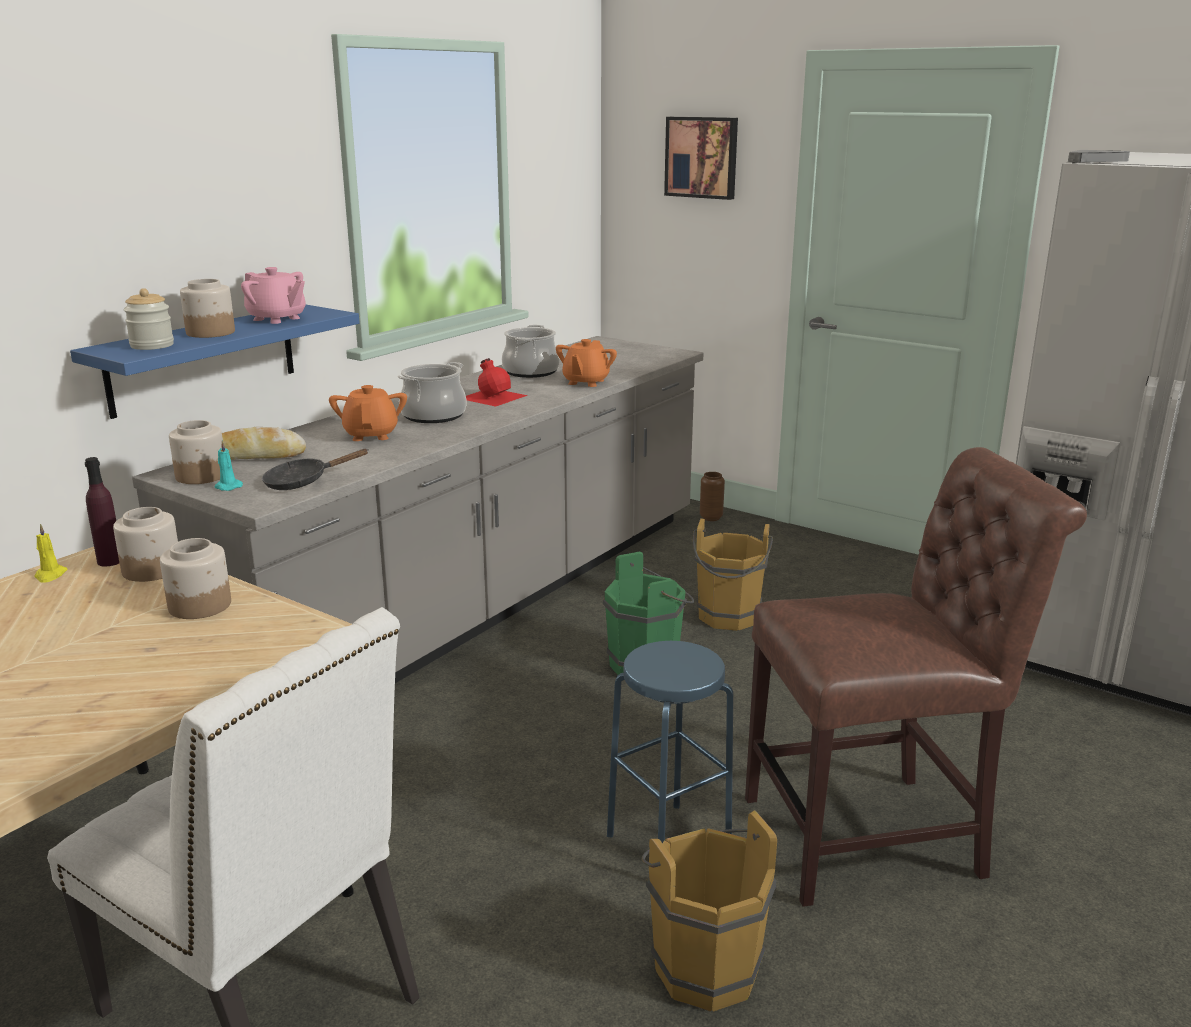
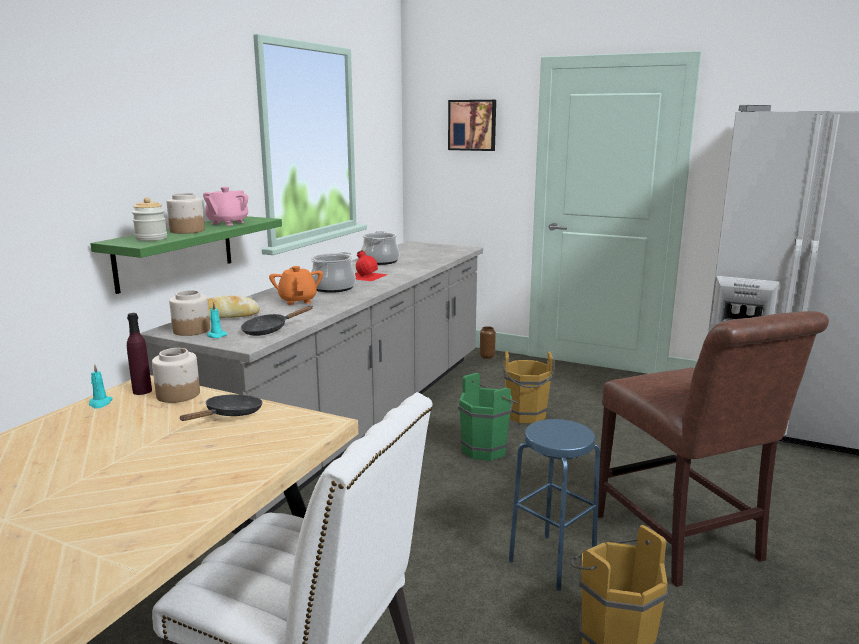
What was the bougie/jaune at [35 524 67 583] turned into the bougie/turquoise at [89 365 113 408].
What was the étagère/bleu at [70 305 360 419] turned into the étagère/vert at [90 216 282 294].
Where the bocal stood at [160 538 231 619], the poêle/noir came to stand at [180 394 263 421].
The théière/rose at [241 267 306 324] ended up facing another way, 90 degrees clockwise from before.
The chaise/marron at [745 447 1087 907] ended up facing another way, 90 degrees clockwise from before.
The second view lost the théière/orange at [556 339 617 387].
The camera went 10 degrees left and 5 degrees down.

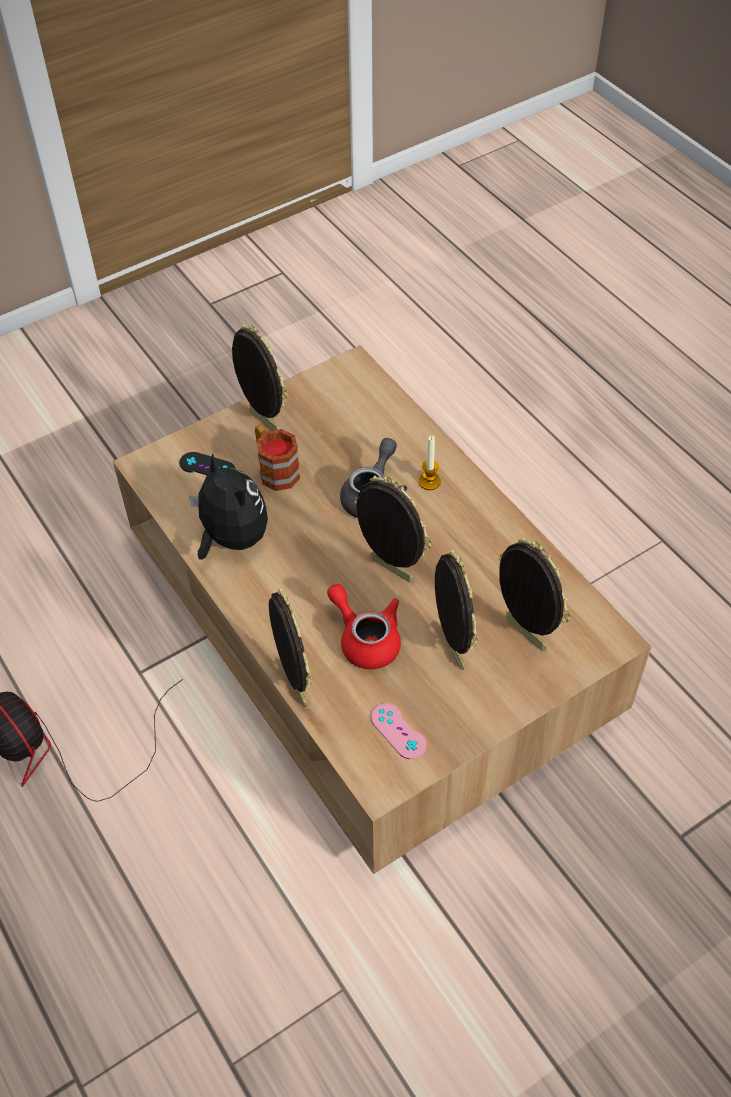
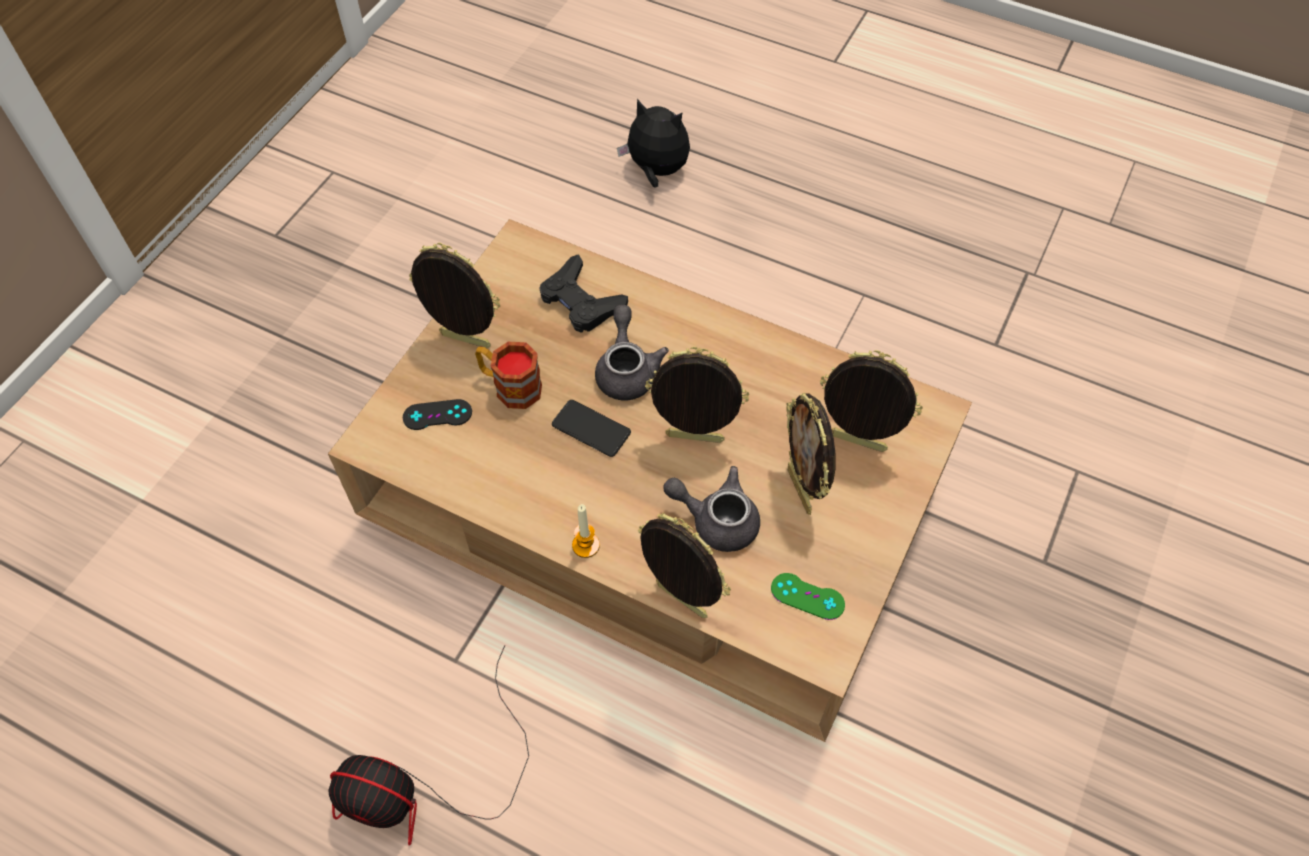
The second view gained the manette/noir at [539 254 628 333].
The second view gained the téléphone at [552 400 631 457].
The bougie ended up elsewhere, having gone from [418 436 441 490] to [572 504 600 558].
The peluche ended up elsewhere, having gone from [189 453 268 560] to [617 99 690 188].
What was the théière/rouge at [327 584 401 669] turned into the théière/gris at [663 466 760 552].
What was the manette/rose at [371 703 426 759] turned into the manette/vert at [771 573 845 620].
The cadre photo at [435 550 478 670] ended up facing another way, 150 degrees counterclockwise from before.
The camera went 30 degrees left and 5 degrees up.

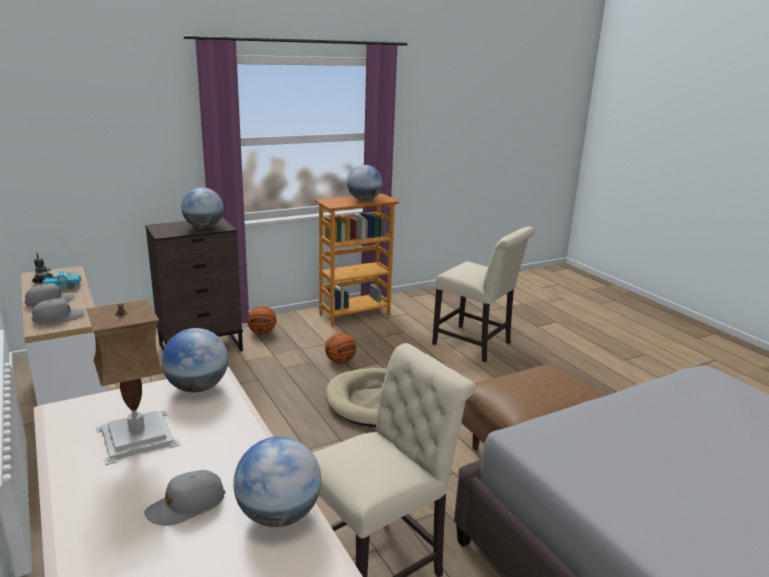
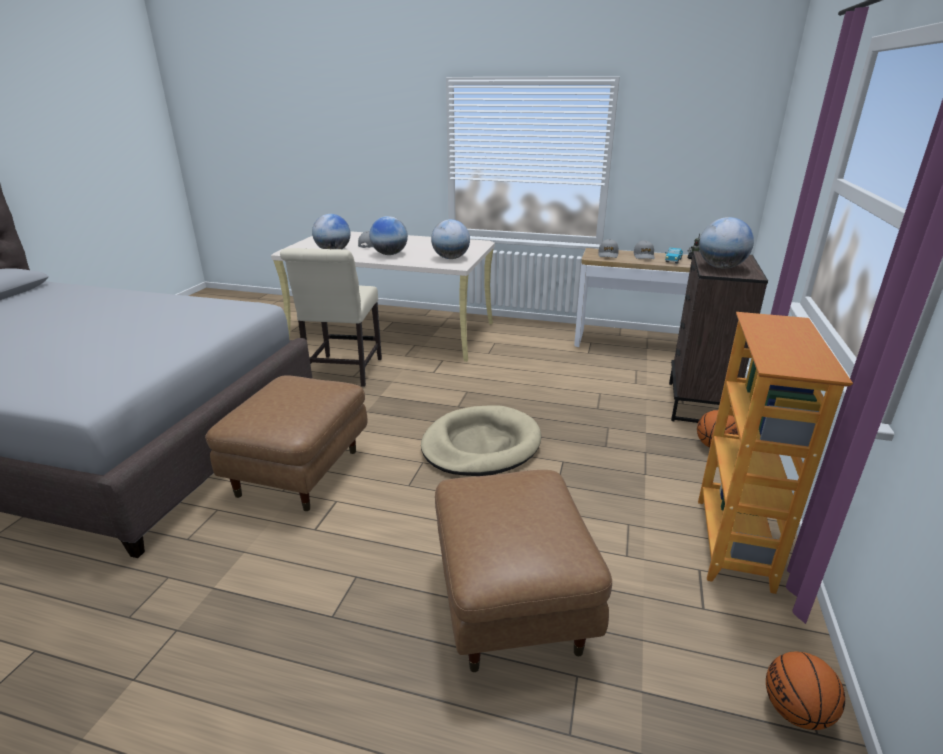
The globe ended up elsewhere, having gone from [347 165 383 201] to [369 216 408 255].
Where the chaise/beige stood at [432 227 535 362], the pouf/marron came to stand at [435 470 612 672].
The ballon de basket ended up elsewhere, having gone from [325 333 356 364] to [766 652 845 730].
The second view lost the lampe de table at [86 299 180 465].
The camera went 135 degrees right and 5 degrees up.

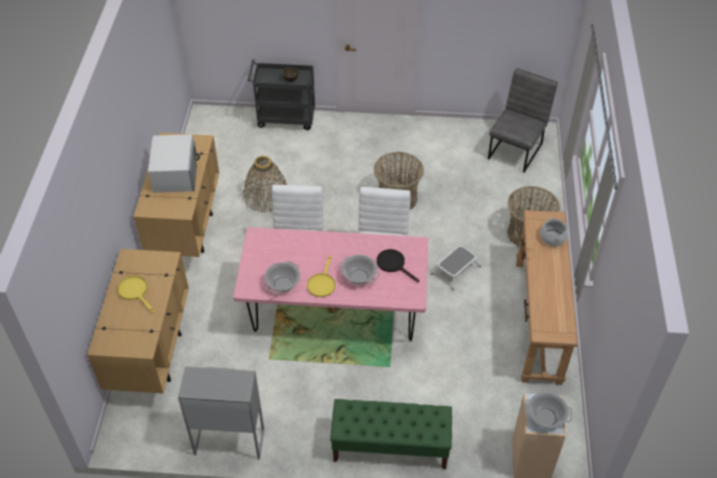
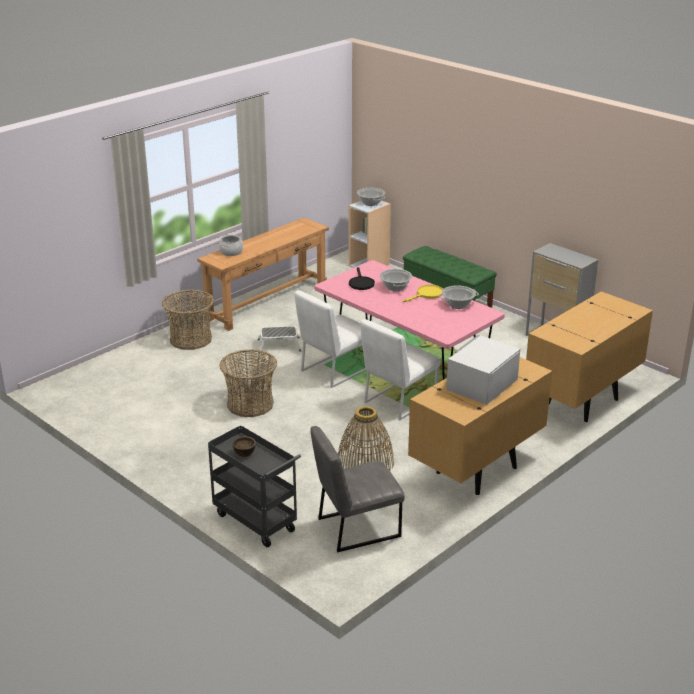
The chaise/gris ended up elsewhere, having gone from [488 68 558 173] to [310 426 405 552].
The second view lost the poêle/jaune at [118 276 154 313].
The camera went 140 degrees left and 20 degrees down.

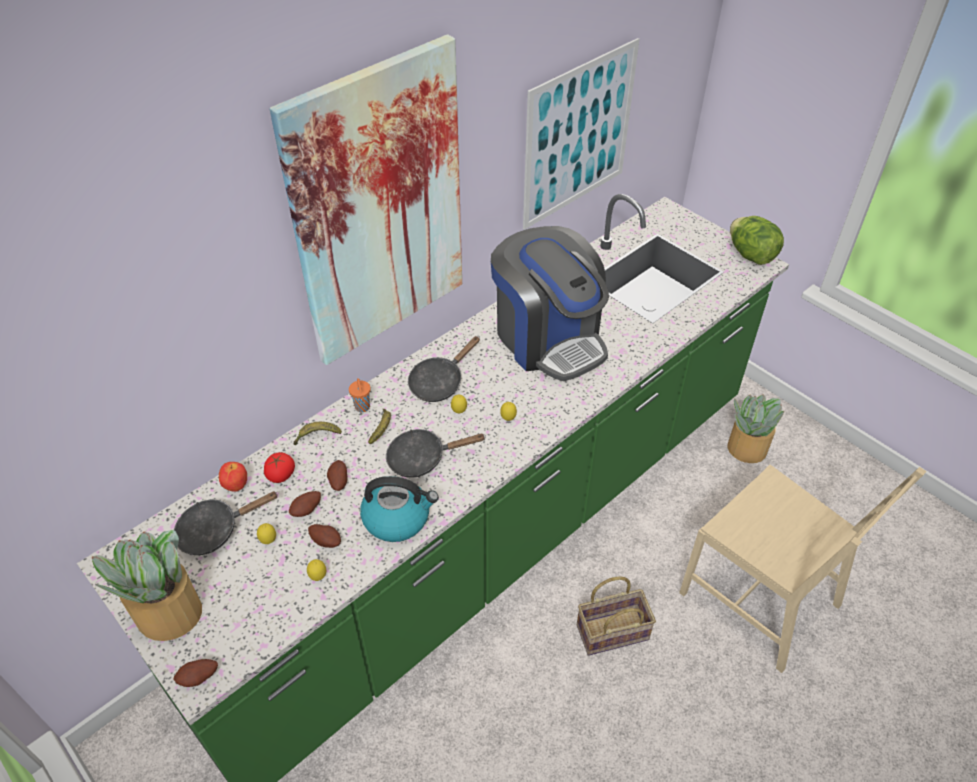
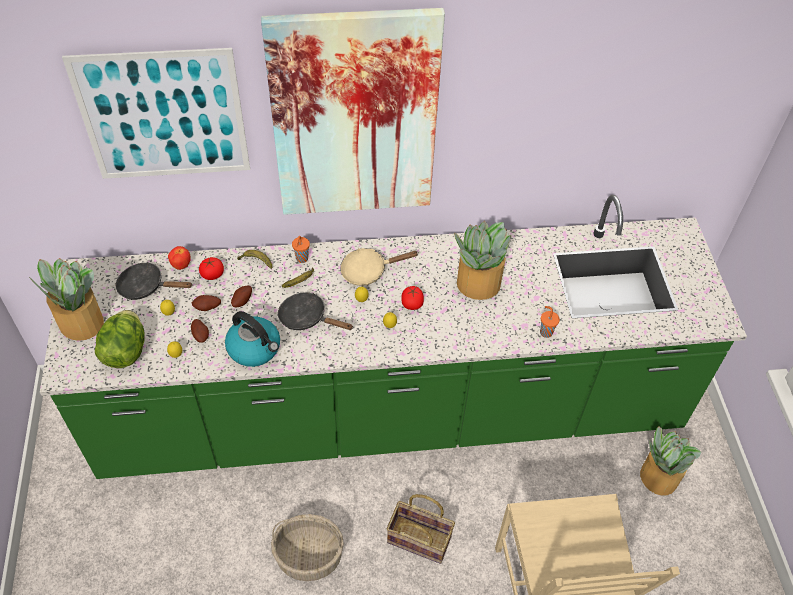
The tableau ended up elsewhere, having gone from [523 38 640 230] to [62 48 250 179].
The laitue ended up elsewhere, having gone from [730 216 784 265] to [95 310 145 368].
The second view gained the panier at [271 514 344 581].
What was the poêle/noir at [408 336 480 402] turned into the poêle/beige at [340 248 419 286].
The second view gained the tomate at [401 286 424 310].
Where the machine à café stood at [491 226 609 381], the plante en pot came to stand at [454 221 511 300].
The second view gained the tasse/orange at [540 306 560 338].
The second view lost the pomme de terre at [174 659 218 687].
The camera went 35 degrees right and 5 degrees up.

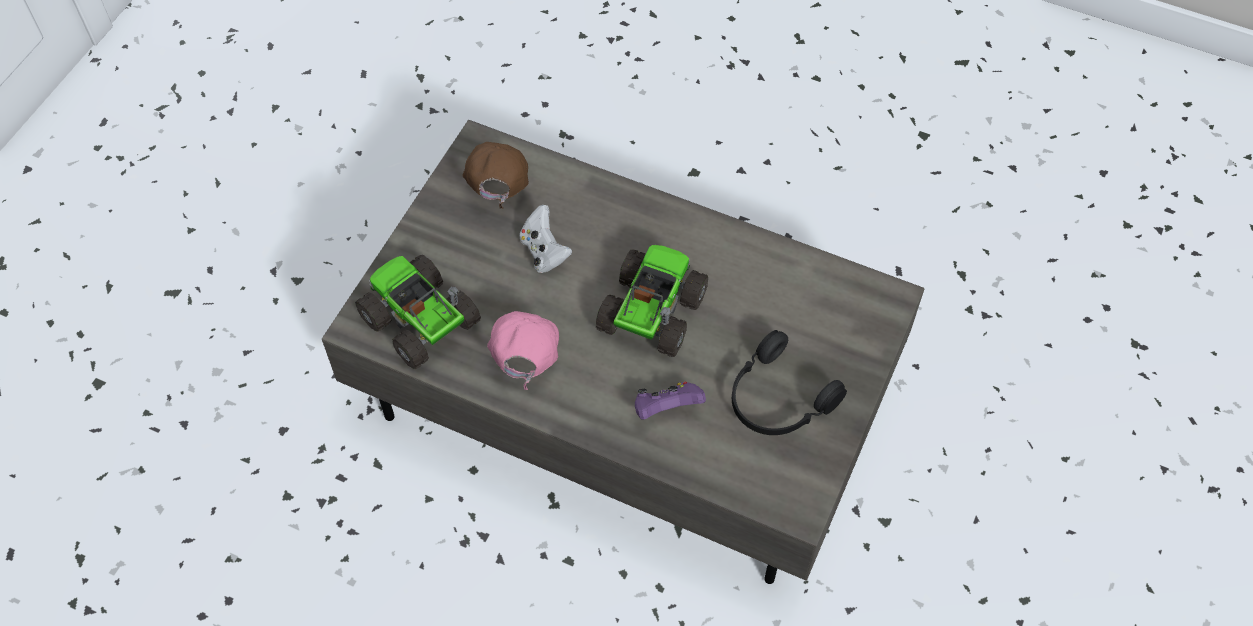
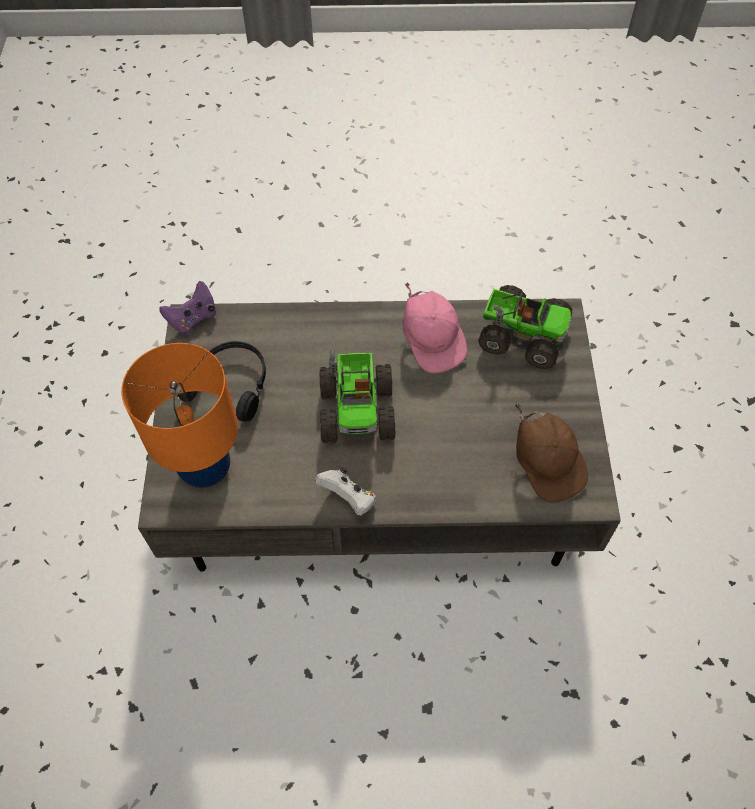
The second view gained the lampe de table/orange at [121 343 238 488].
The manette/violet ended up elsewhere, having gone from [635 382 706 420] to [159 281 216 334].
The manette/blanc ended up elsewhere, having gone from [519 205 572 273] to [315 467 376 516].
The camera went 155 degrees right and 0 degrees up.

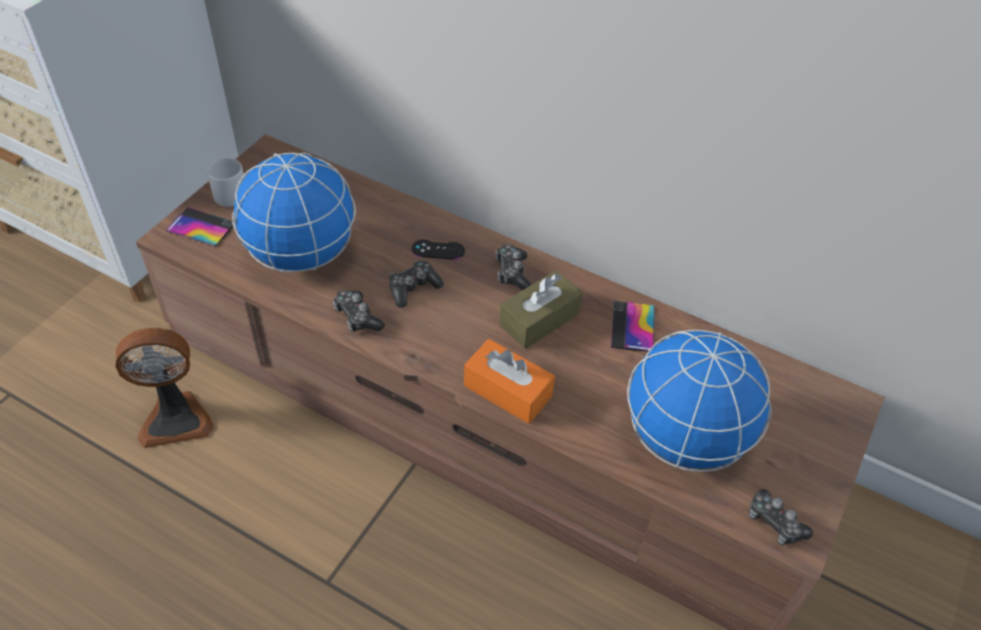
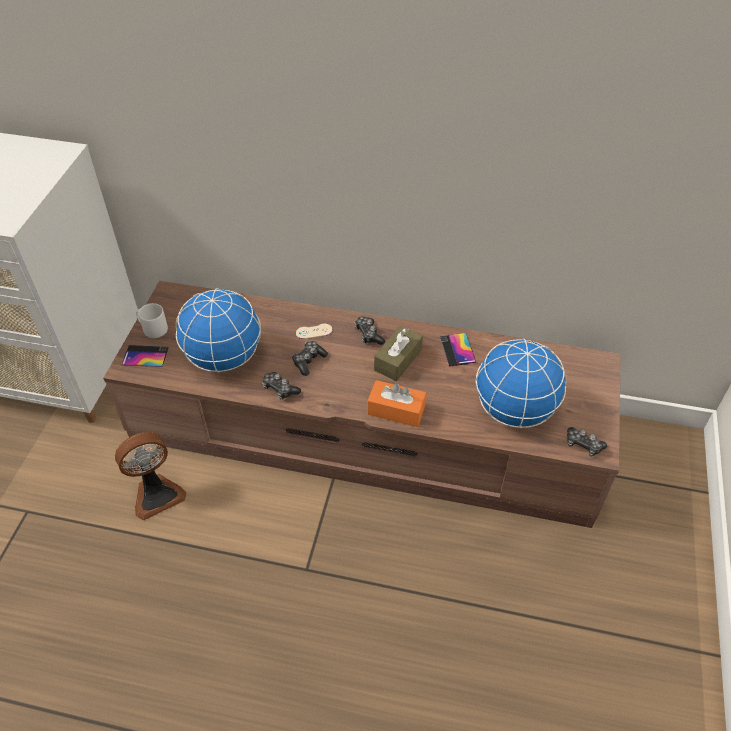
What was the manette/noir at [412 240 465 260] turned into the manette/beige at [296 324 332 339].
The camera went 15 degrees left and 0 degrees up.

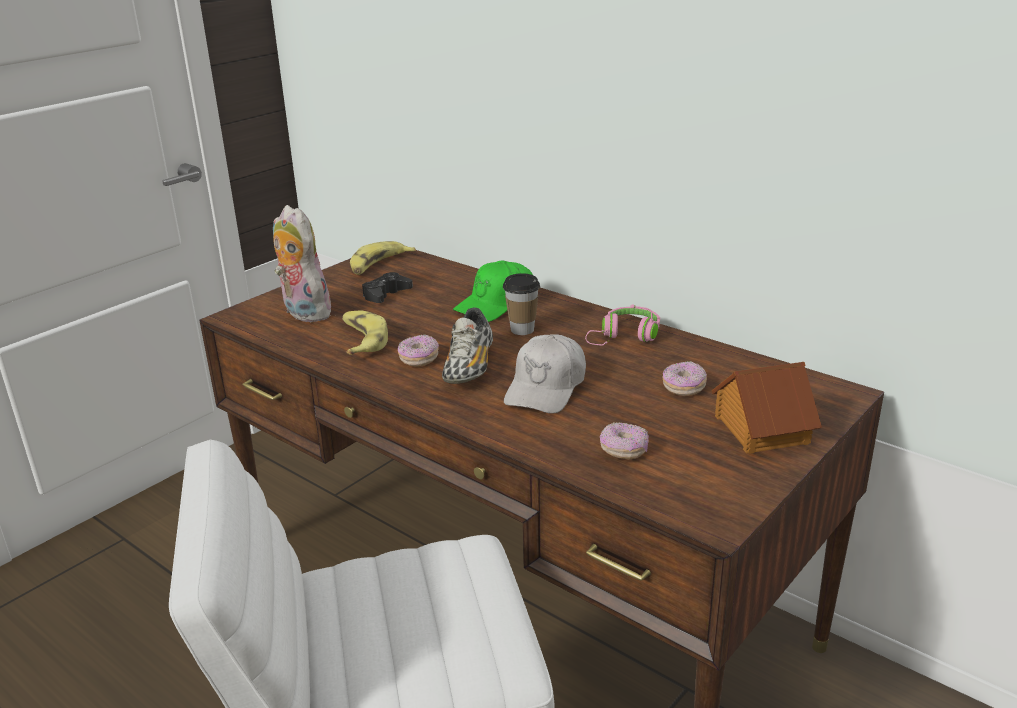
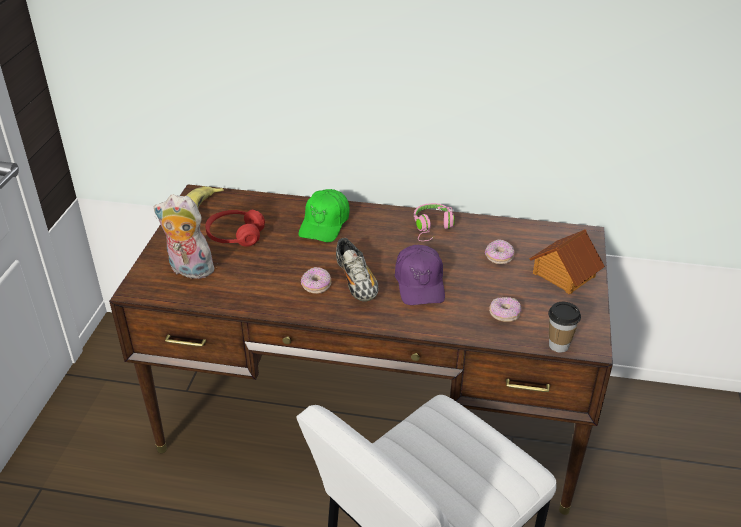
Where the manette/noir stood at [362 272 413 303], the casque audio/rouge came to stand at [205 210 265 247].
What was the casquette/blanc at [504 334 586 414] turned into the casquette/violet at [395 245 445 305].
The tasse ended up elsewhere, having gone from [503 273 540 335] to [548 302 581 353].
The second view lost the banane at [342 311 388 355].
The camera went 30 degrees left and 10 degrees up.

